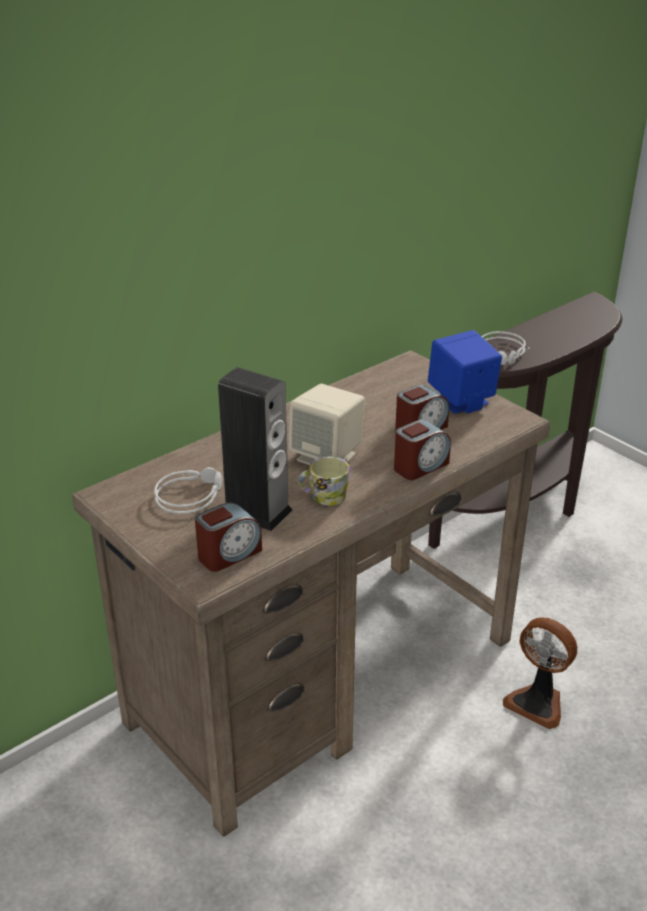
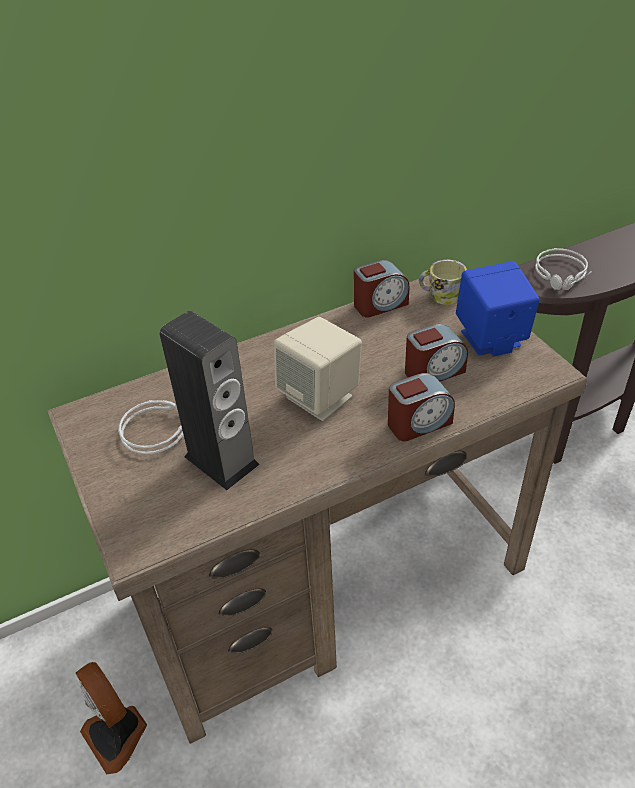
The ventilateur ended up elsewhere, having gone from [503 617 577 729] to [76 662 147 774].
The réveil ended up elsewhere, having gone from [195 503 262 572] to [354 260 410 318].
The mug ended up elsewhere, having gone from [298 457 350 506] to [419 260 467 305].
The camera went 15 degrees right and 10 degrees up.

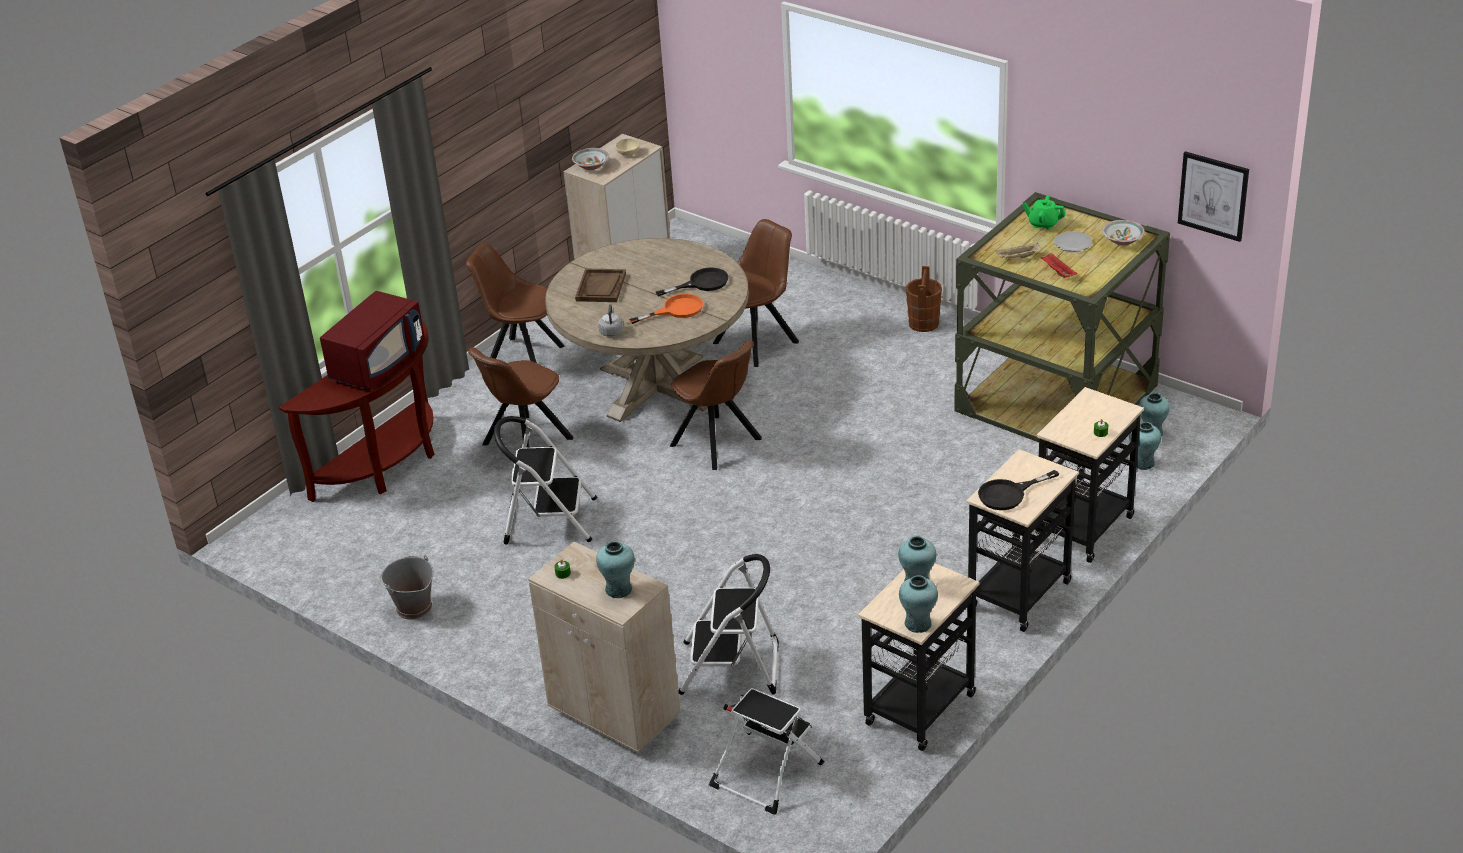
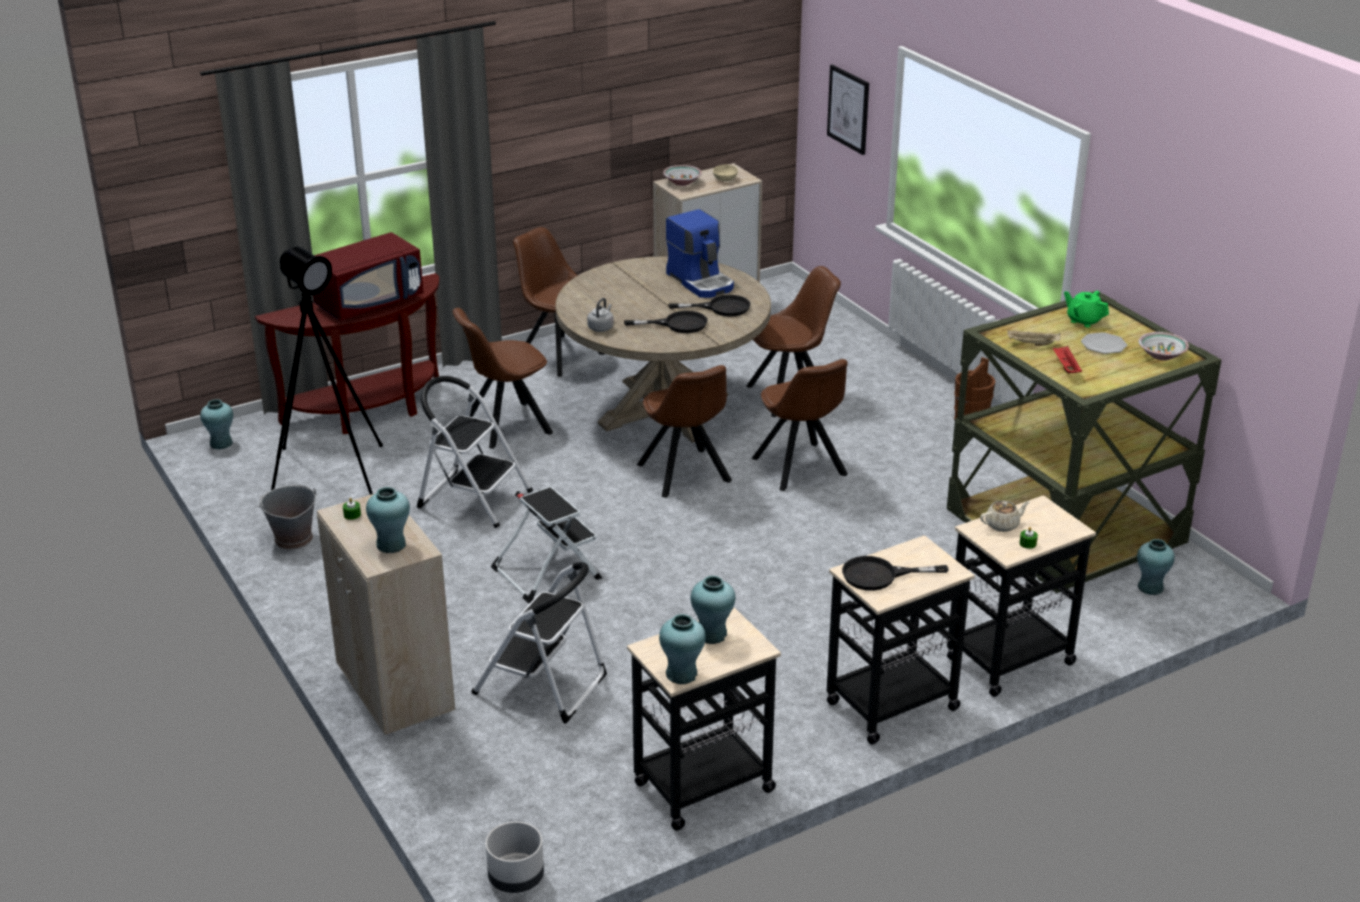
The vase/turquoise ended up elsewhere, having gone from [1129 422 1161 470] to [200 399 233 449].
The second view gained the lampadaire/noir at [271 247 383 495].
The second view gained the cache-pot/gris at [485 822 544 893].
The escabeau ended up elsewhere, having gone from [709 688 825 815] to [491 487 602 604].
What was the poêle/orange at [629 294 703 324] turned into the poêle/noir at [624 311 708 333].
The second view gained the machine à café at [666 209 734 298].
The second view gained the chaise/marron at [751 359 848 491].
The tableau ended up elsewhere, having gone from [1178 151 1249 242] to [827 64 869 155].
The second view gained the théière/beige at [980 500 1030 532].
The second view lost the plateau/marron at [575 268 626 302].
The camera went 20 degrees right and 5 degrees down.

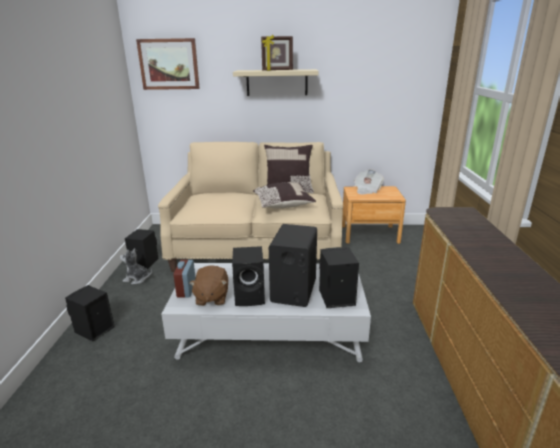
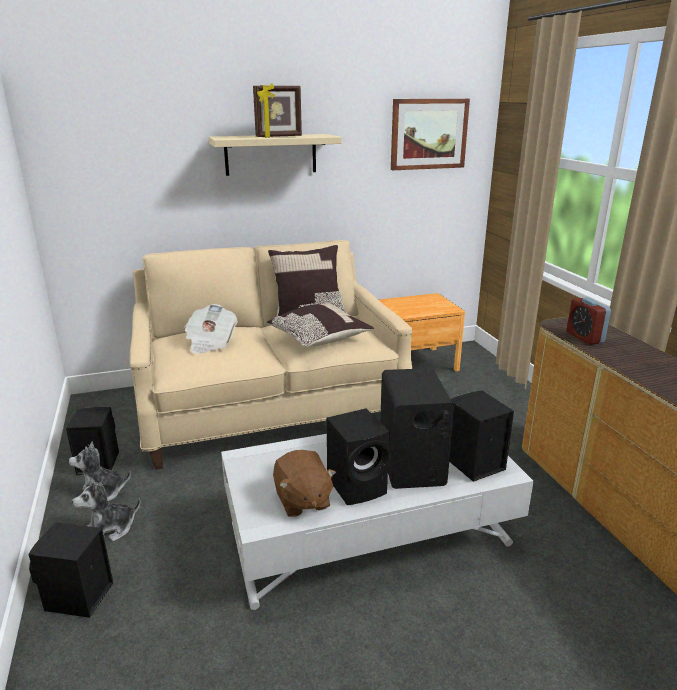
The second view gained the peluche at [72 477 141 542].
The journal ended up elsewhere, having gone from [354 169 384 195] to [184 304 238 354].
The tableau ended up elsewhere, having gone from [136 38 200 90] to [391 99 470 170].
The réveil ended up elsewhere, having gone from [173 260 196 298] to [567 297 611 345].
The camera went 20 degrees left and 0 degrees up.

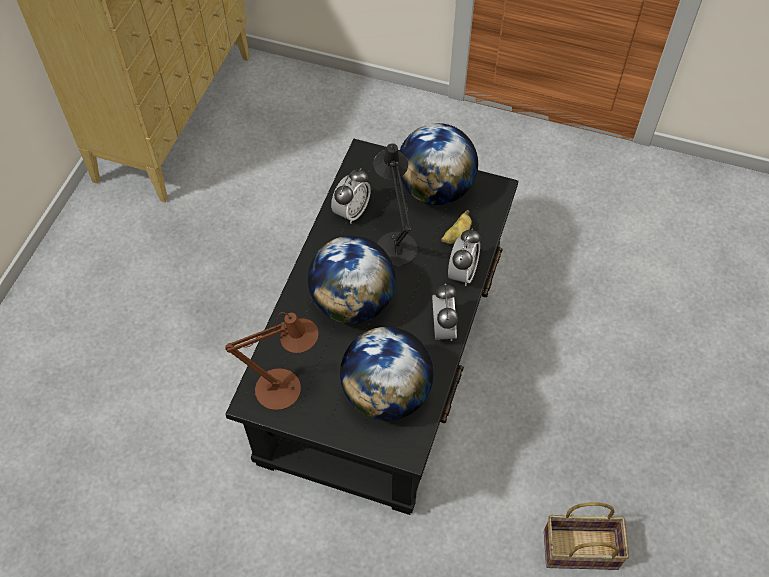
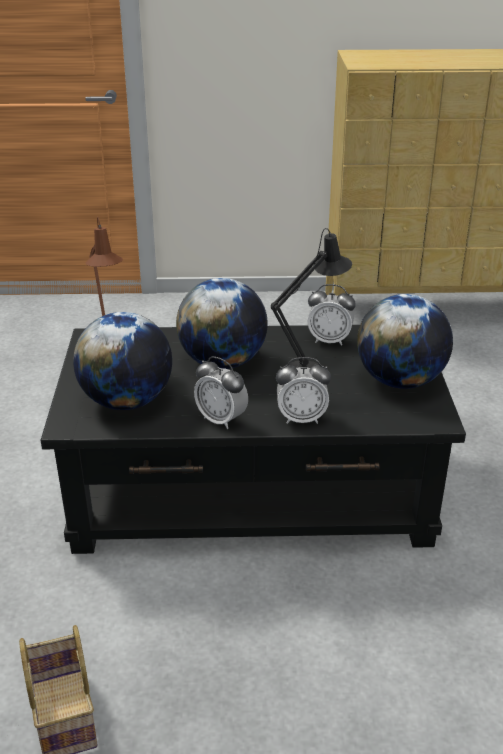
The réveil at [432 284 458 341] ended up facing another way, 60 degrees clockwise from before.
The second view lost the banane at [441 210 472 244].
The camera went 70 degrees right and 25 degrees down.

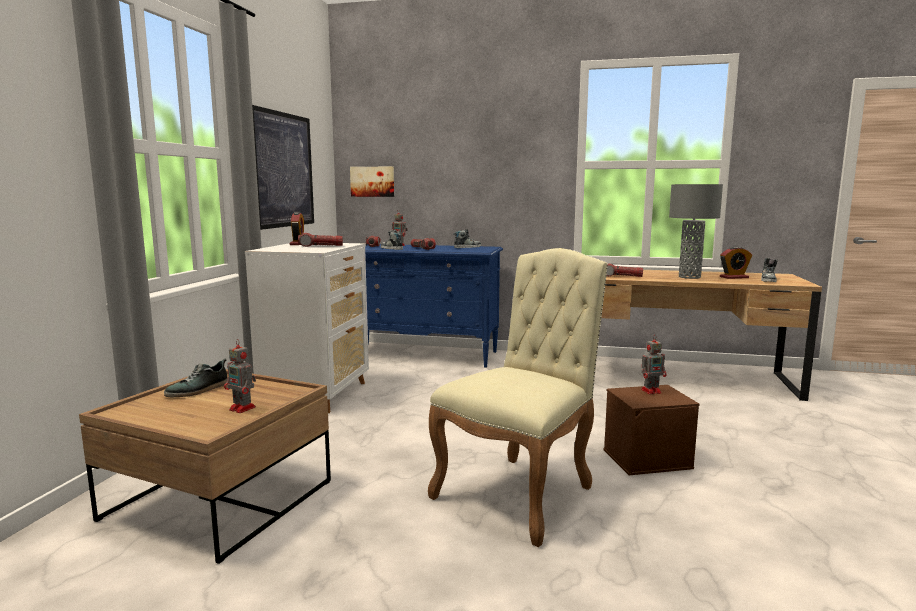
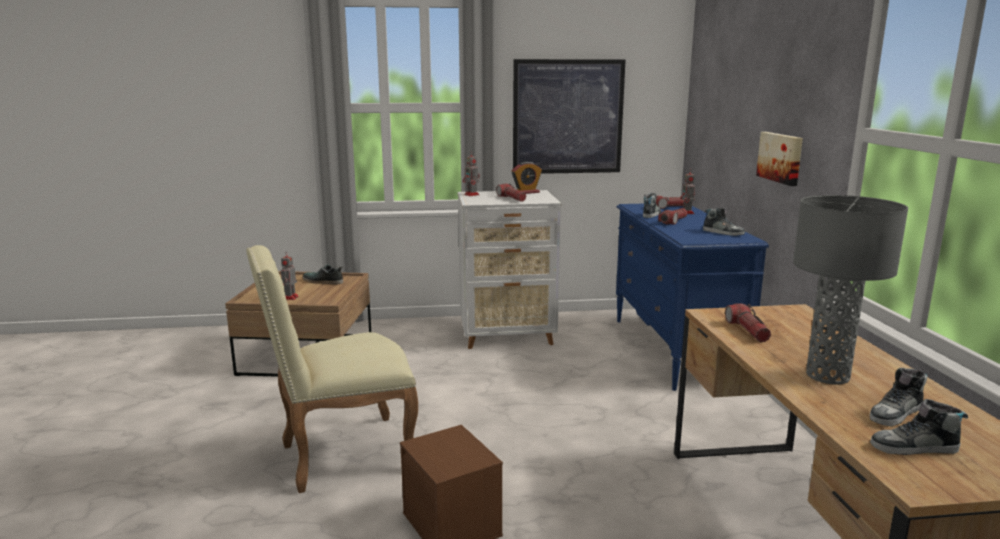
The chaise/beige at [428 248 608 547] ended up facing another way, 135 degrees clockwise from before.
The robot jouet ended up elsewhere, having gone from [641 335 667 394] to [463 151 480 196].
The tableau ended up elsewhere, having gone from [350 167 394 197] to [756 132 803 186].
Where the réveil stood at [720 246 752 279], the chaussure came to stand at [870 368 928 427].
The camera went 70 degrees right and 5 degrees up.

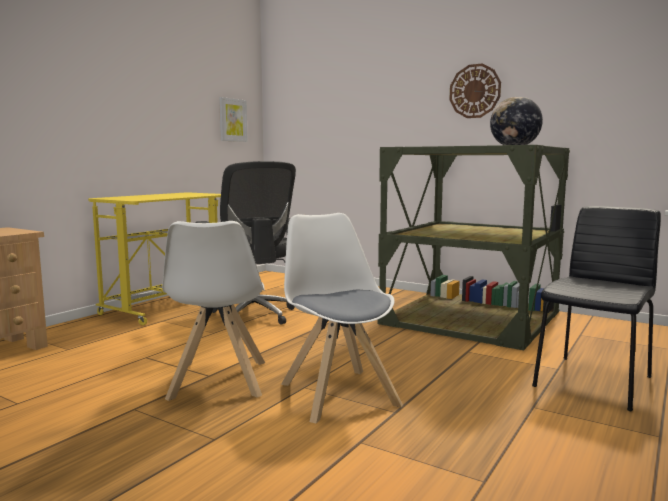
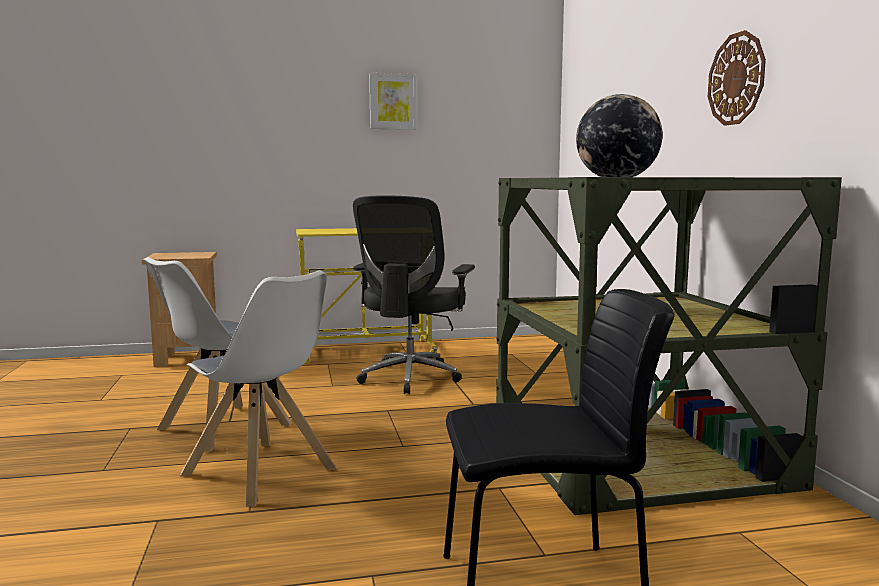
The chaise at [281 213 403 423] ended up facing another way, 105 degrees clockwise from before.
The tableau ended up elsewhere, having gone from [219 97 248 142] to [369 73 417 130].
The camera went 45 degrees right and 0 degrees up.

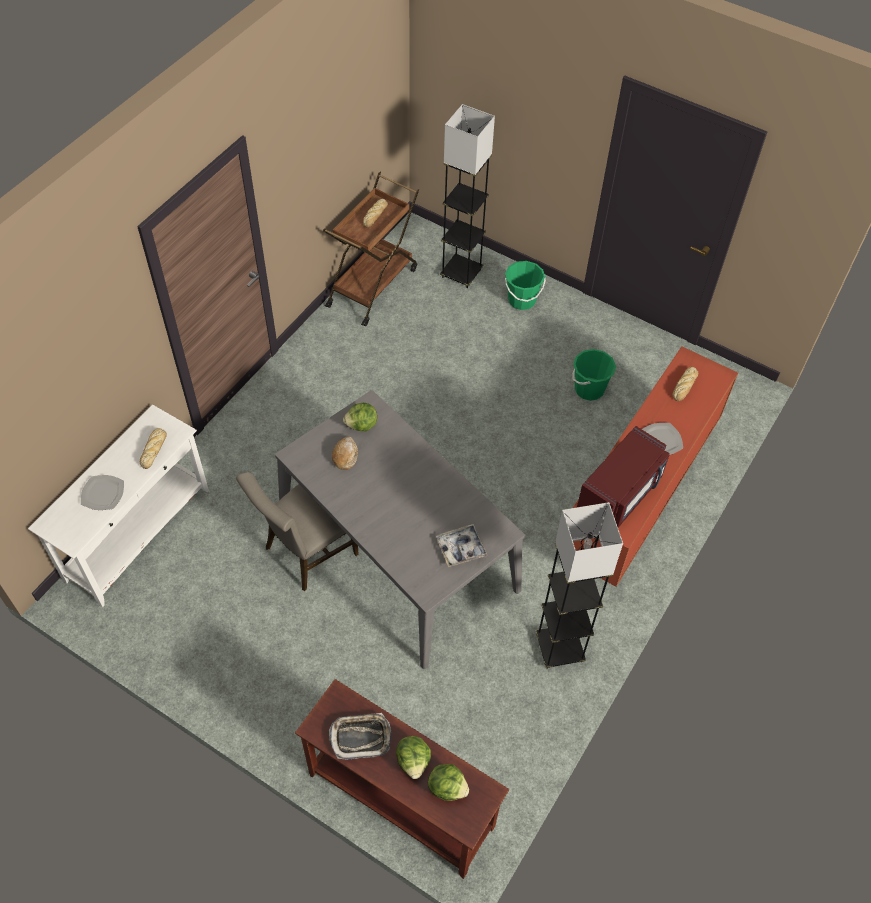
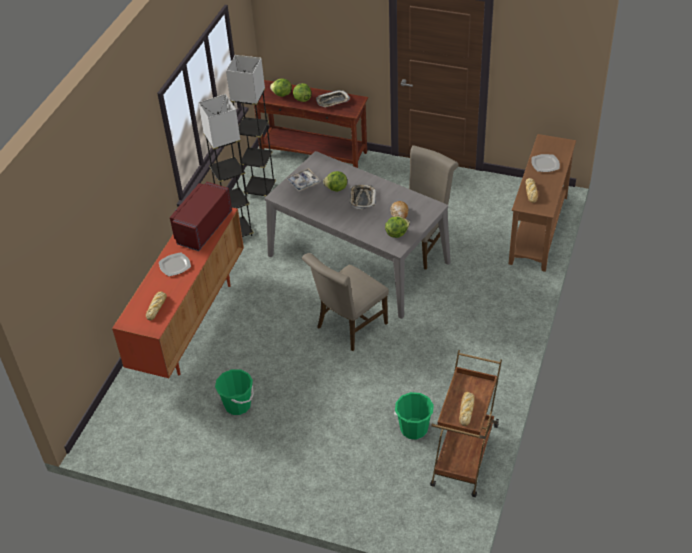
The lampadaire/gris ended up elsewhere, having gone from [440 104 495 288] to [226 55 276 196].
The second view gained the chaise/beige at [302 253 389 351].
The second view gained the laitue at [323 171 347 192].
The second view gained the plateau at [350 184 376 210].
The seau/vert ended up elsewhere, having gone from [505 261 546 310] to [394 392 434 440].
What was the table console/blanc at [28 405 209 607] turned into the table console/marron at [509 134 576 272].
The camera went 170 degrees right and 10 degrees down.

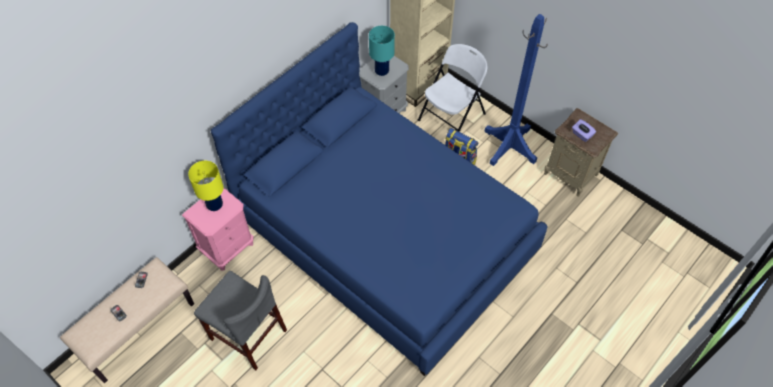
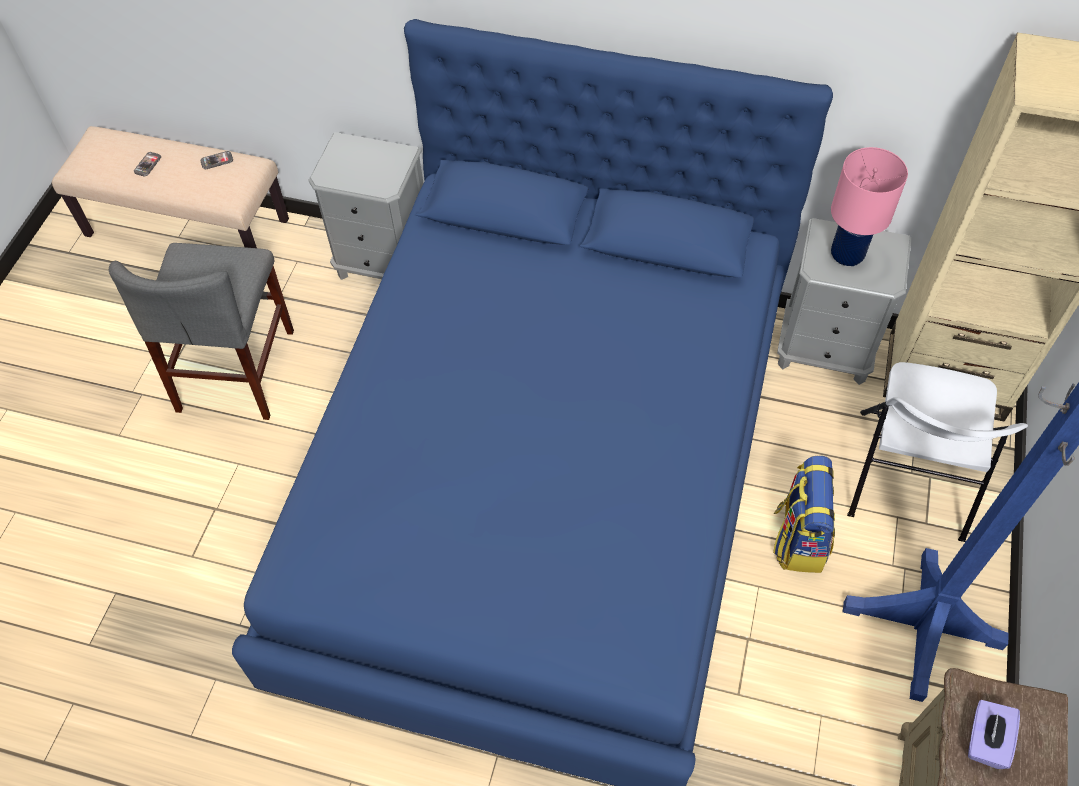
What was the table de chevet/rose at [182 188 254 270] turned into the table de chevet/gris at [308 132 423 280].
What was the lampe de table/turquoise at [369 26 395 76] turned into the lampe de table/rose at [831 147 908 266].
The chaise/blanc at [418 44 487 132] ended up facing another way, 90 degrees clockwise from before.
The second view lost the lampe de table/jaune at [188 161 224 211].
The camera went 65 degrees right and 0 degrees up.

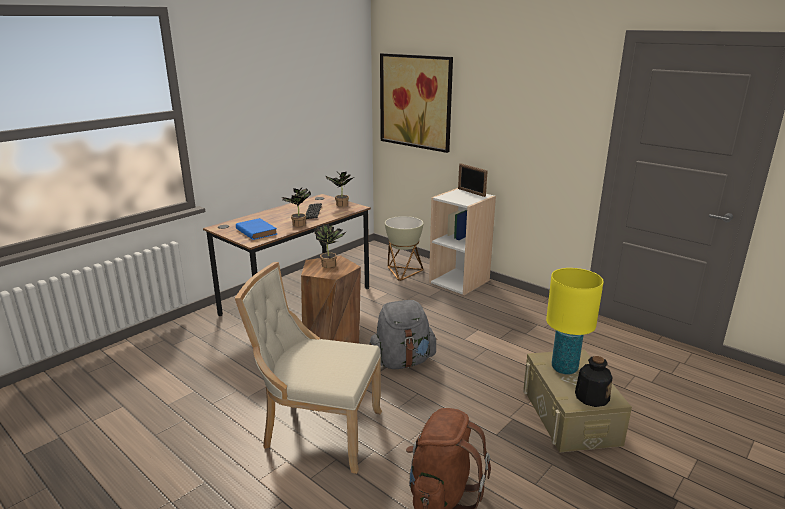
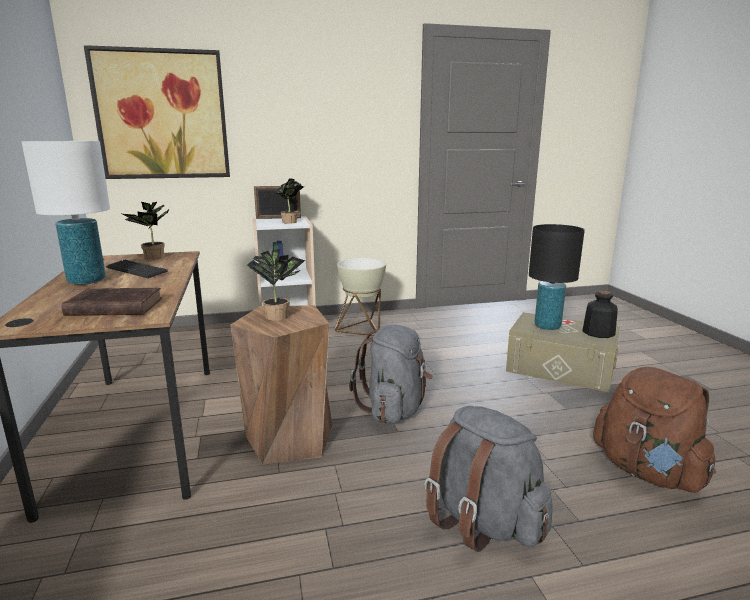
The second view gained the lampe de table/blanc at [21 141 110 285].
What was the livre/bleu at [236 218 277 240] turned into the livre/marron at [62 288 162 316].
The plante en pot ended up elsewhere, having gone from [282 187 311 227] to [276 178 304 224].
The cache-pot ended up elsewhere, having gone from [385 216 424 281] to [335 258 386 336].
Where the chaise/beige stood at [235 262 382 474], the sac à dos/gris came to stand at [425 406 553 552].
What was the lampe de table/jaune at [546 268 604 375] turned into the lampe de table/noir at [529 224 585 330].
The camera went 55 degrees left and 5 degrees down.

